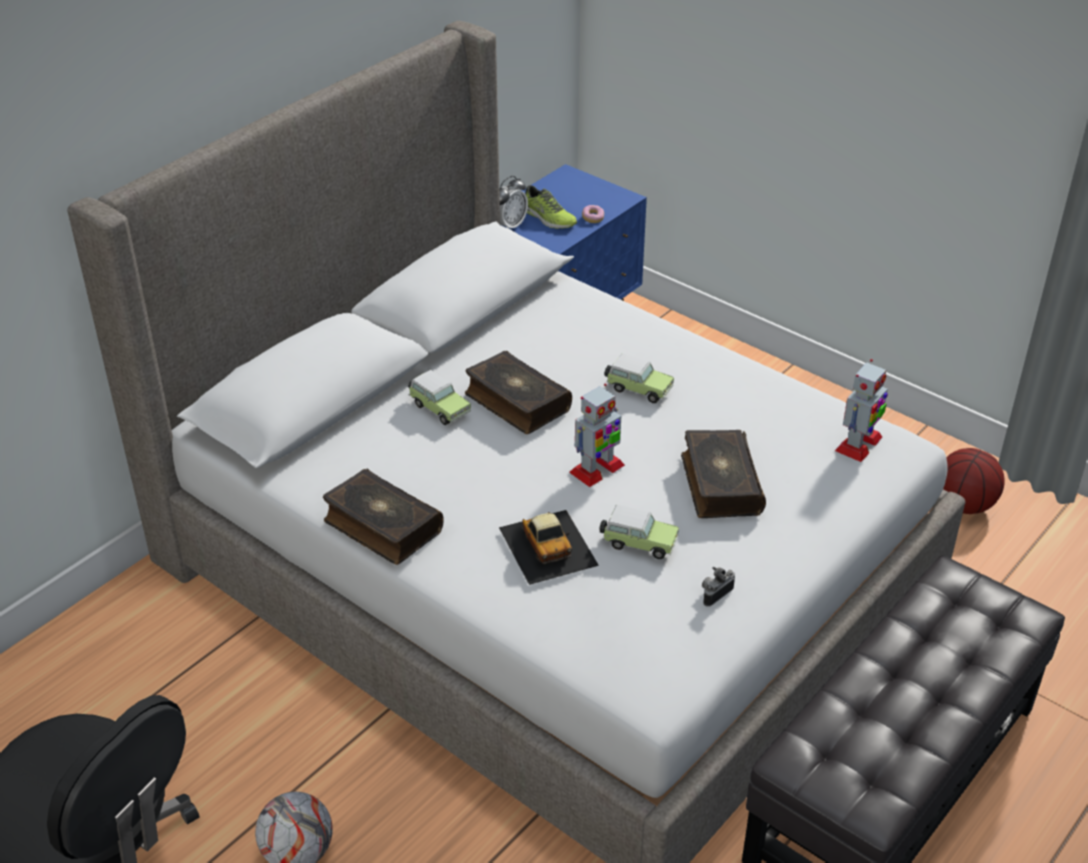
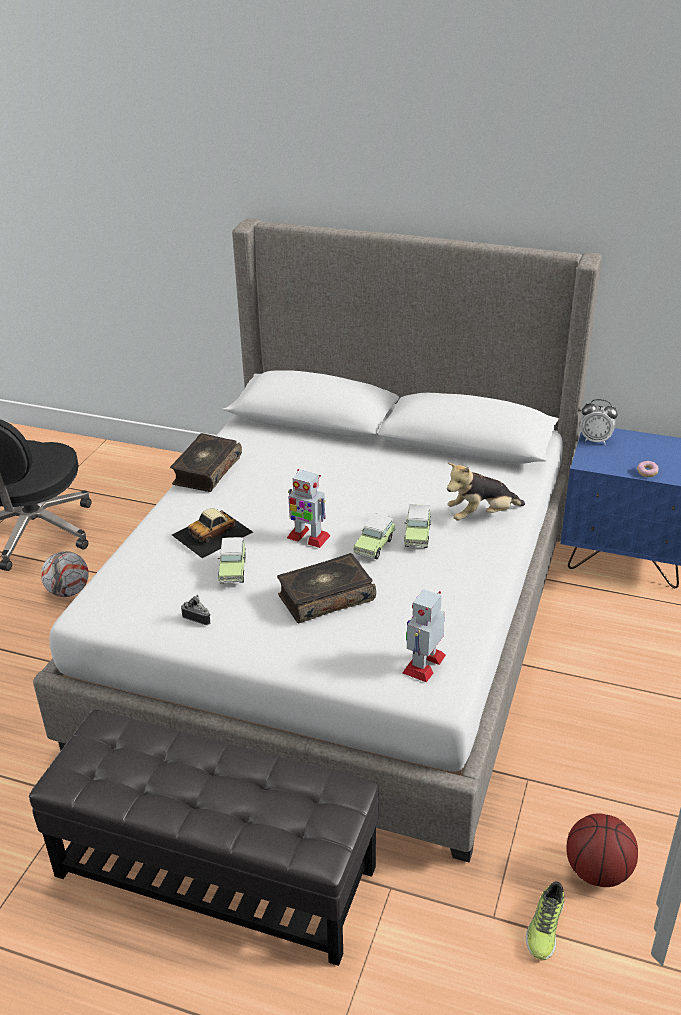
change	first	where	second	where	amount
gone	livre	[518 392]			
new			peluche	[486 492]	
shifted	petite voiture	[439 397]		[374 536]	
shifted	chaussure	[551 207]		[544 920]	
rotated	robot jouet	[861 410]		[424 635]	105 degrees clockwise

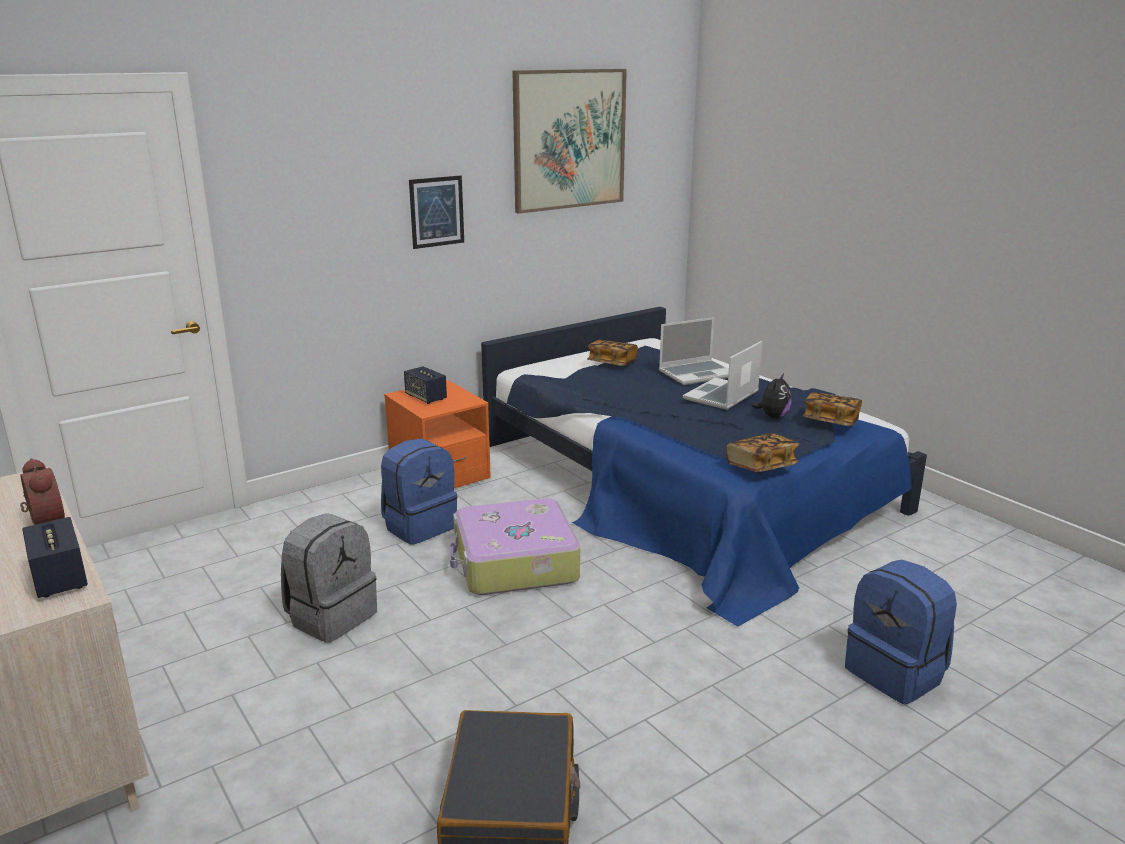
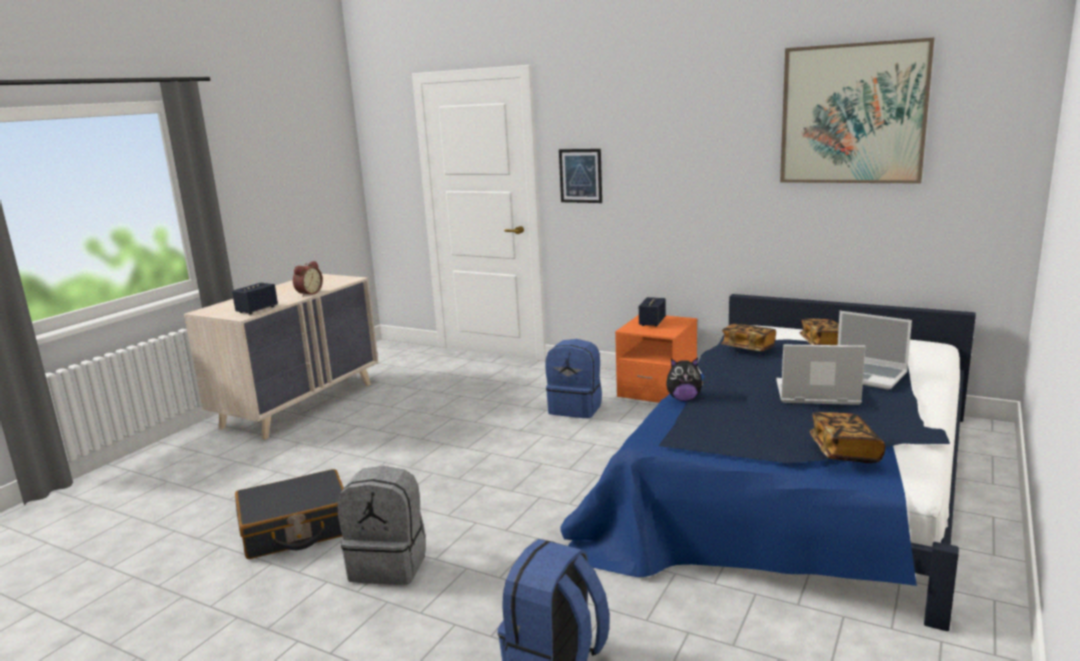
change	first	where	second	where	amount
gone	valise	[515 546]			
shifted	sac à dos (gris)	[329 578]		[381 525]	
shifted	tableau	[436 212]		[580 176]	
shifted	livre	[762 452]		[748 338]	
shifted	peluche	[771 396]		[685 379]	

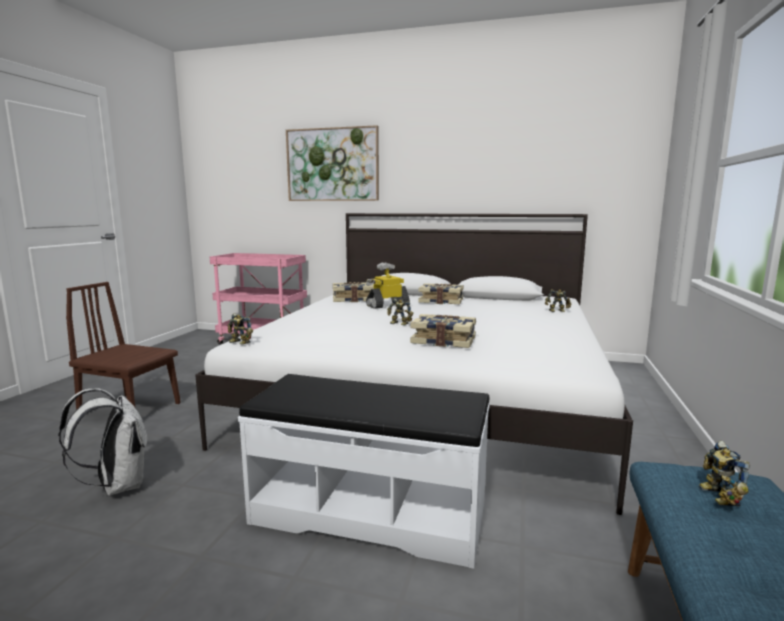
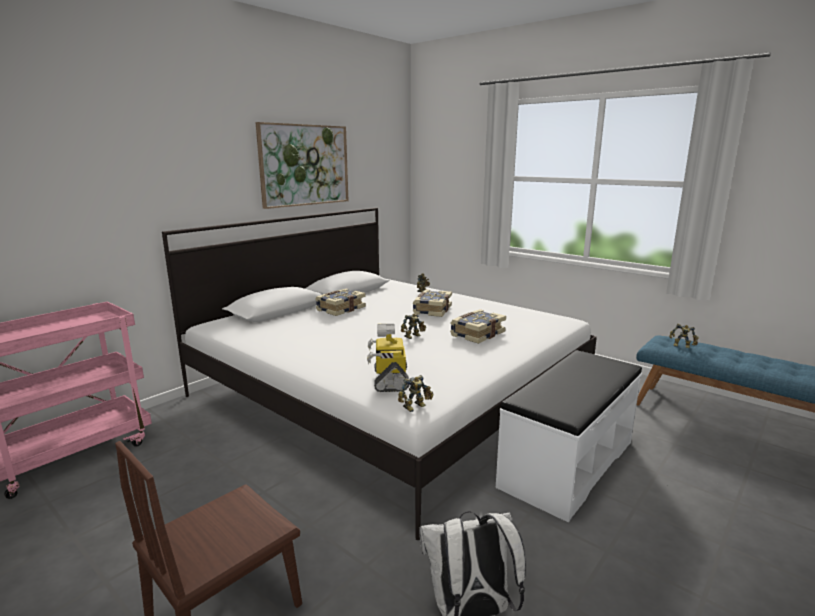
change	first	where	second	where	amount
shifted	tableau	[332 163]		[301 165]	
shifted	livre	[353 292]		[432 303]	
shifted	robot jouet	[388 285]		[388 357]	

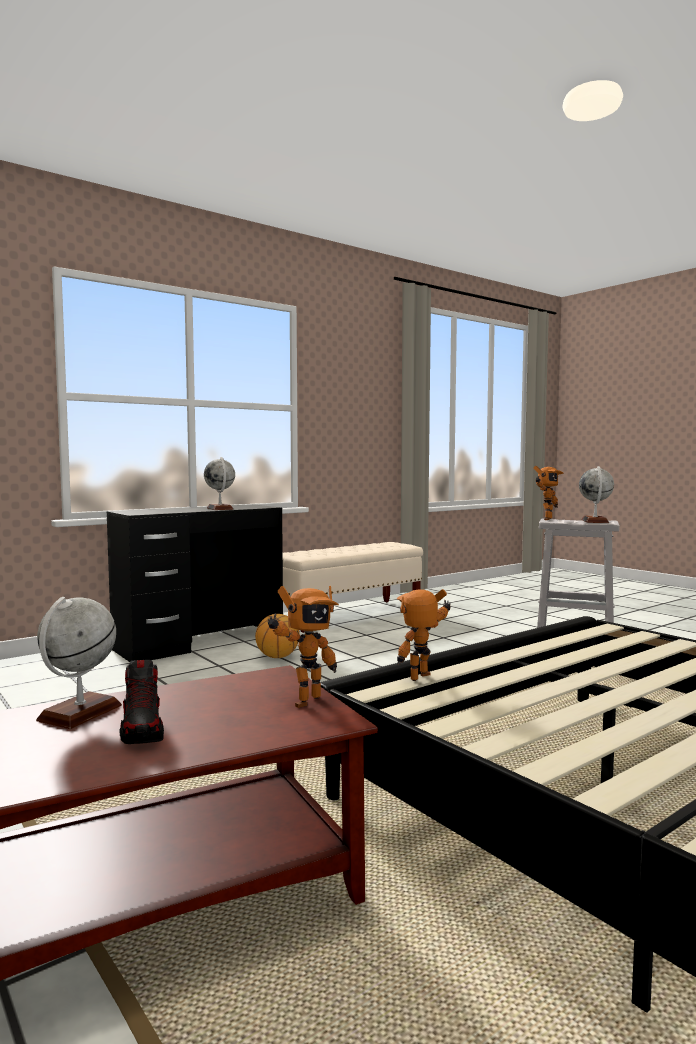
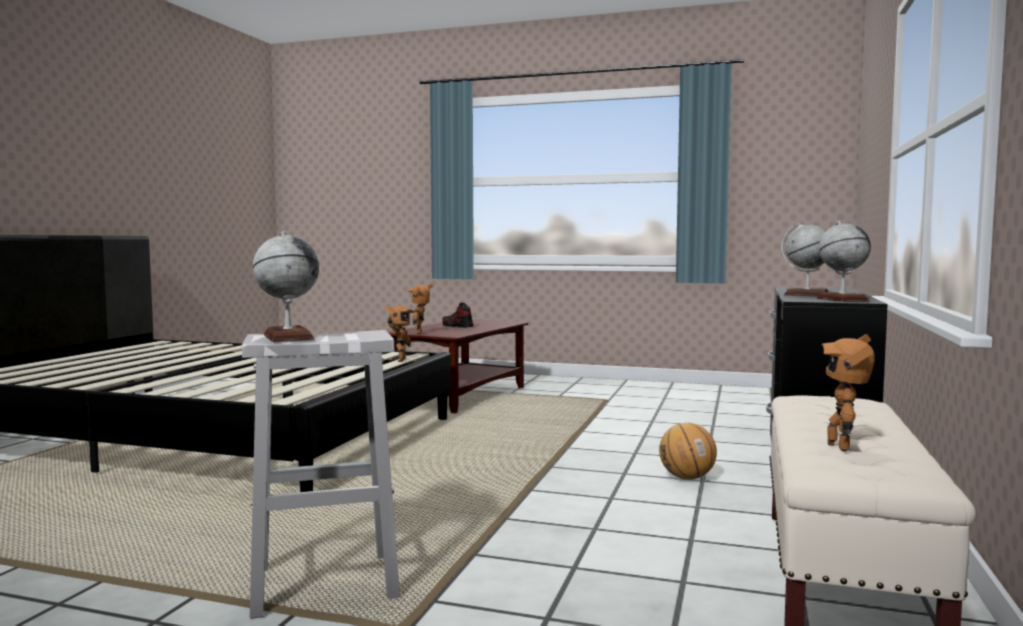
change	first	where	second	where	amount
shifted	globe	[79 663]		[844 261]	
shifted	robot jouet	[548 493]		[847 393]	

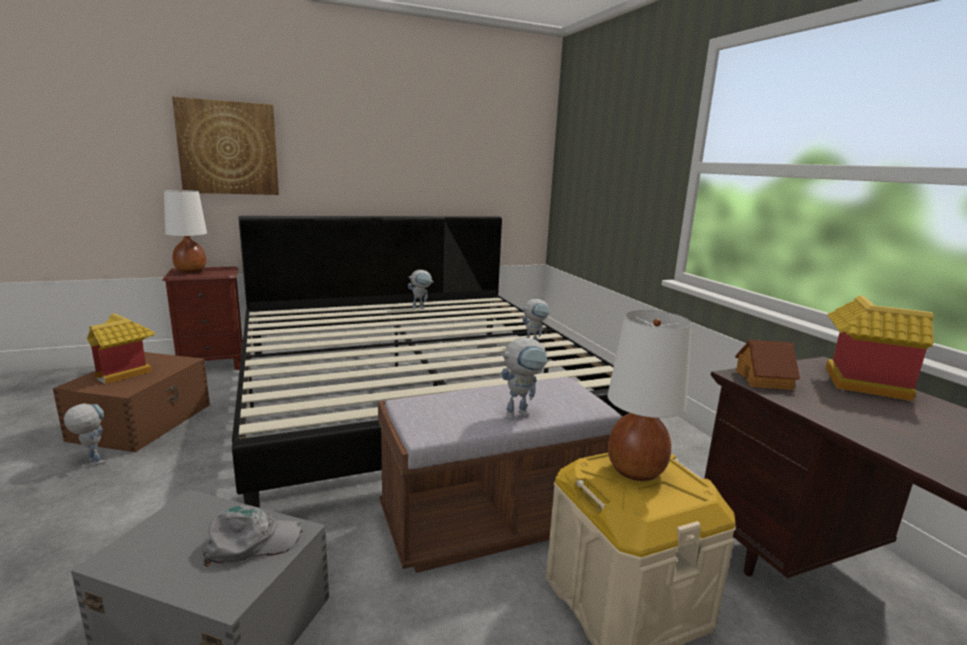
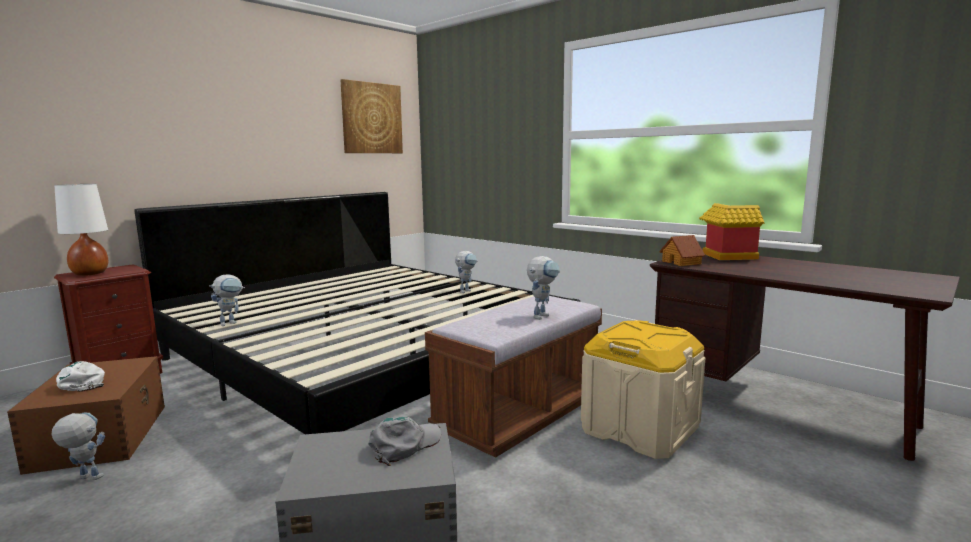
change	first	where	second	where	amount
gone	lampe de table (blanc)	[650 395]			
shifted	tableau	[225 145]		[371 116]	
shifted	robot jouet	[421 290]		[227 300]	
swapped	maison miniature	[121 349]	casquette (blanc)	[80 376]	

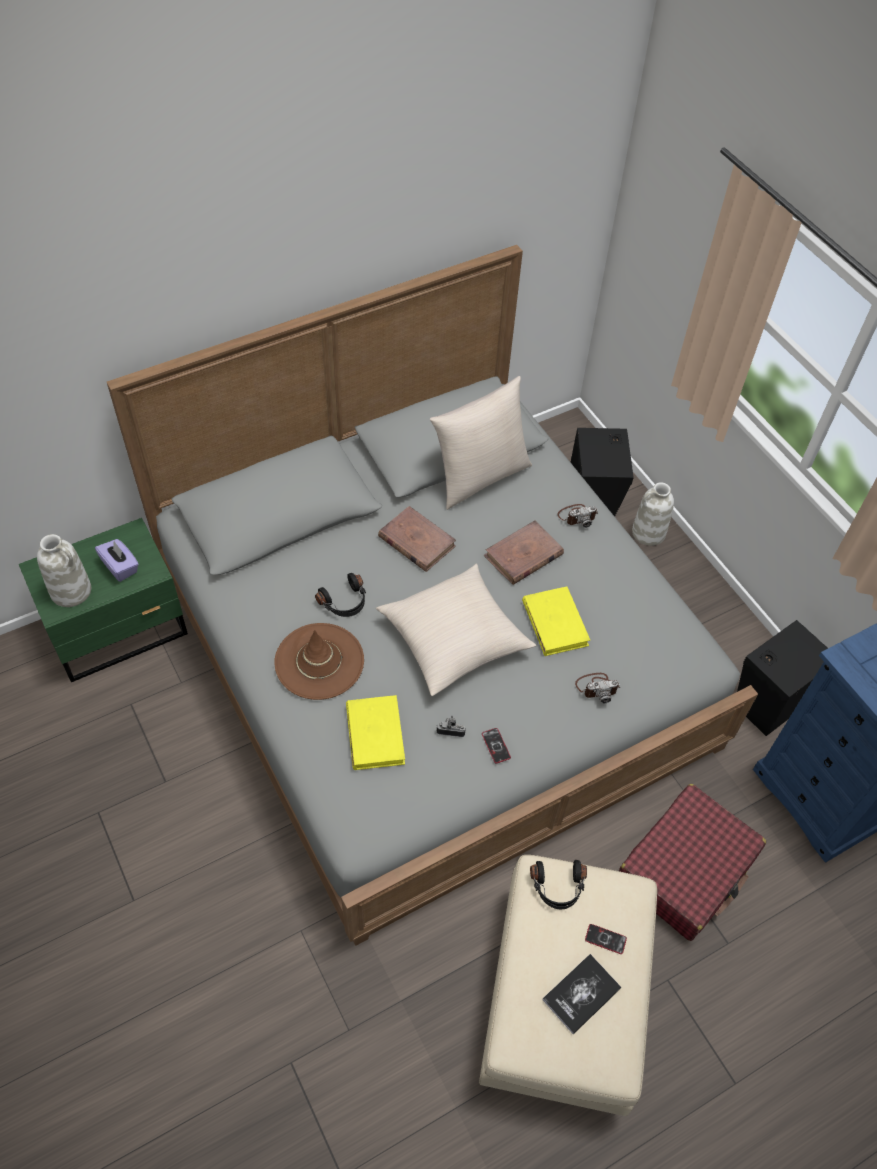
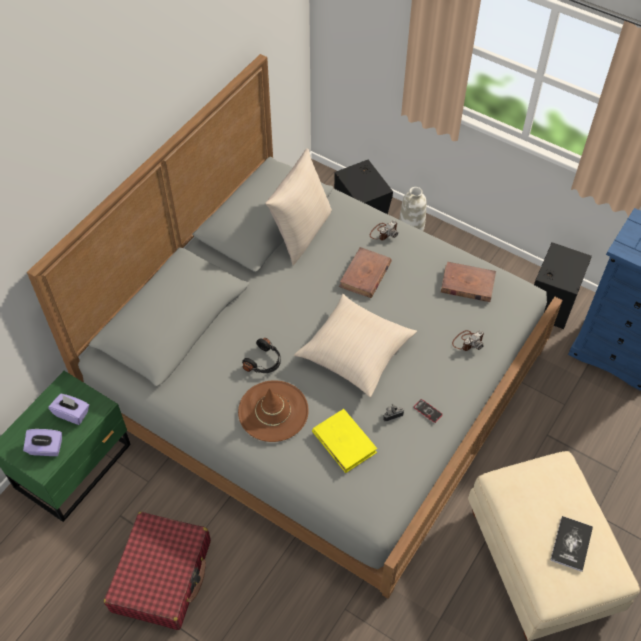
change	first	where	second	where	amount
gone	livre (jaune)	[556 621]			
gone	casque audio (noir)	[558 885]			
gone	téléphone	[606 939]			
shifted	livre (marron)	[417 539]		[468 282]	
shifted	valise (rouge)	[692 862]		[157 571]	
swapped	vase (blanc)	[64 570]	boîte à mouchoirs (violet)	[42 442]	

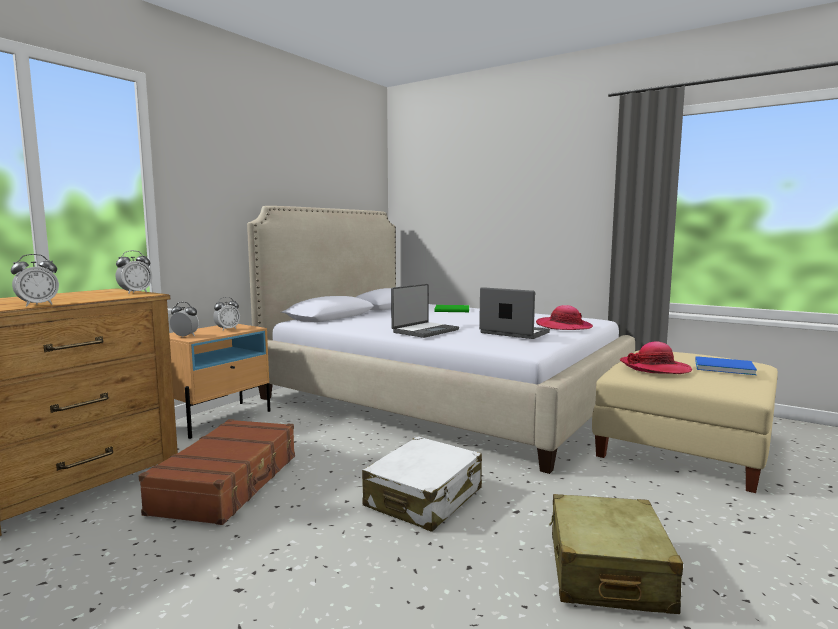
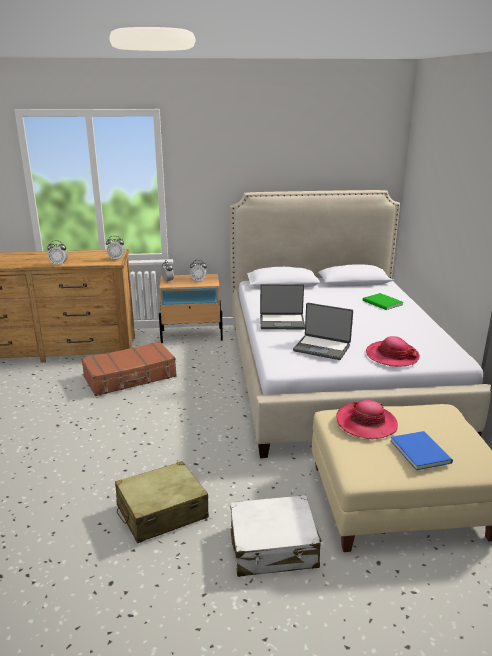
change	first	where	second	where	amount
shifted	valise (blanc)	[422 484]		[276 536]	
rotated	ordinateur portable	[514 313]		[323 331]	120 degrees clockwise

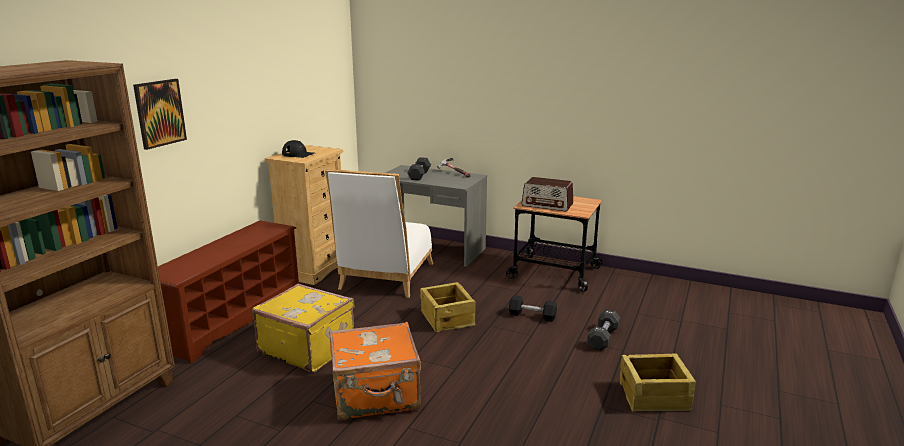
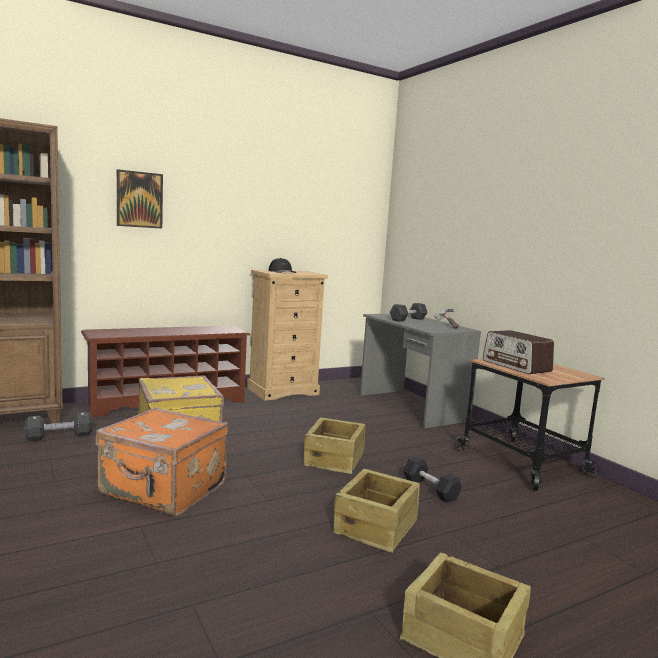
change	first	where	second	where	amount
gone	chaise (blanc)	[379 233]			
new			caisse	[376 511]	
shifted	haltère (noir)	[603 330]		[58 426]	

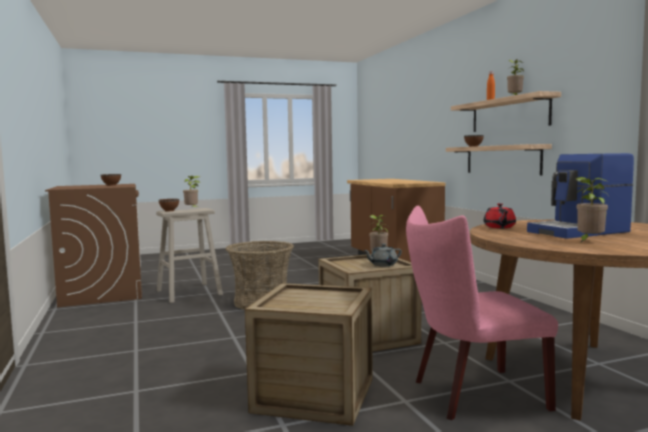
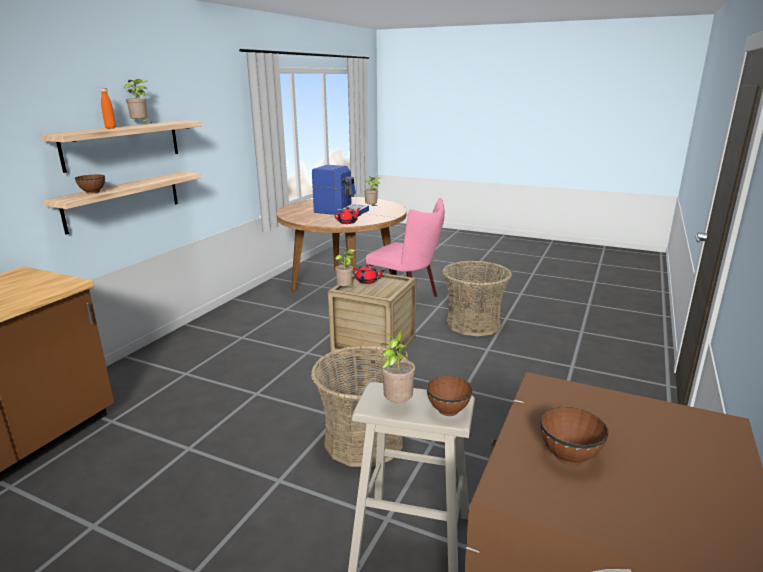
change	first	where	second	where	amount
swapped	caisse	[309 354]	panier	[477 298]	
repainted	théière (gris)	[382 255]	théière (rouge)	[369 274]	

